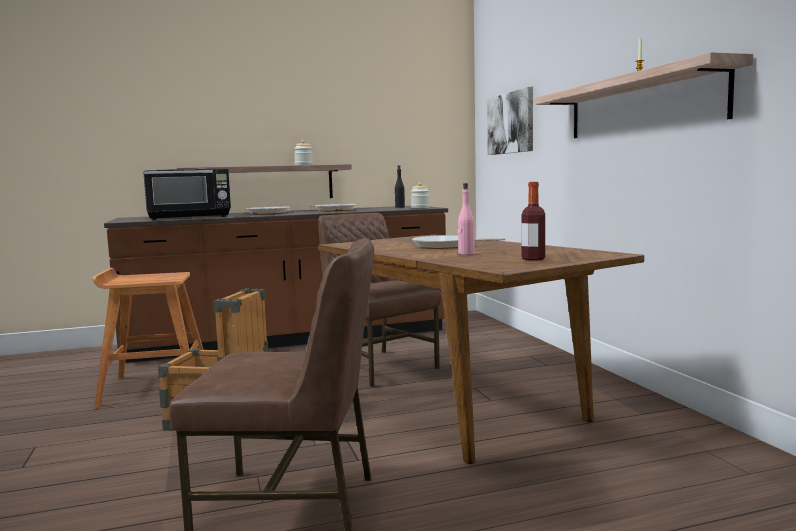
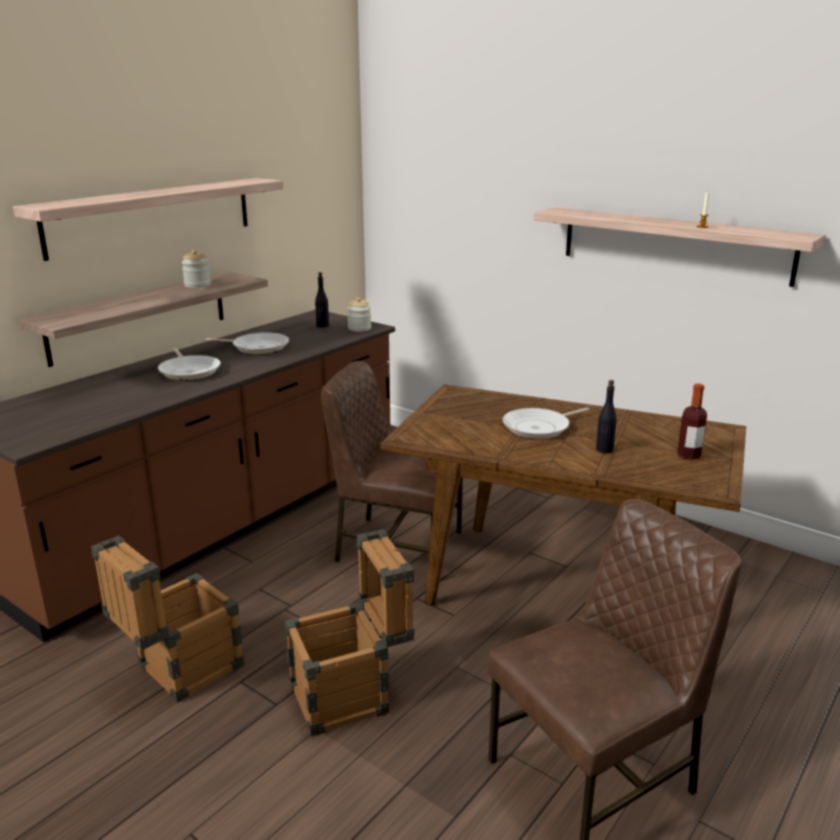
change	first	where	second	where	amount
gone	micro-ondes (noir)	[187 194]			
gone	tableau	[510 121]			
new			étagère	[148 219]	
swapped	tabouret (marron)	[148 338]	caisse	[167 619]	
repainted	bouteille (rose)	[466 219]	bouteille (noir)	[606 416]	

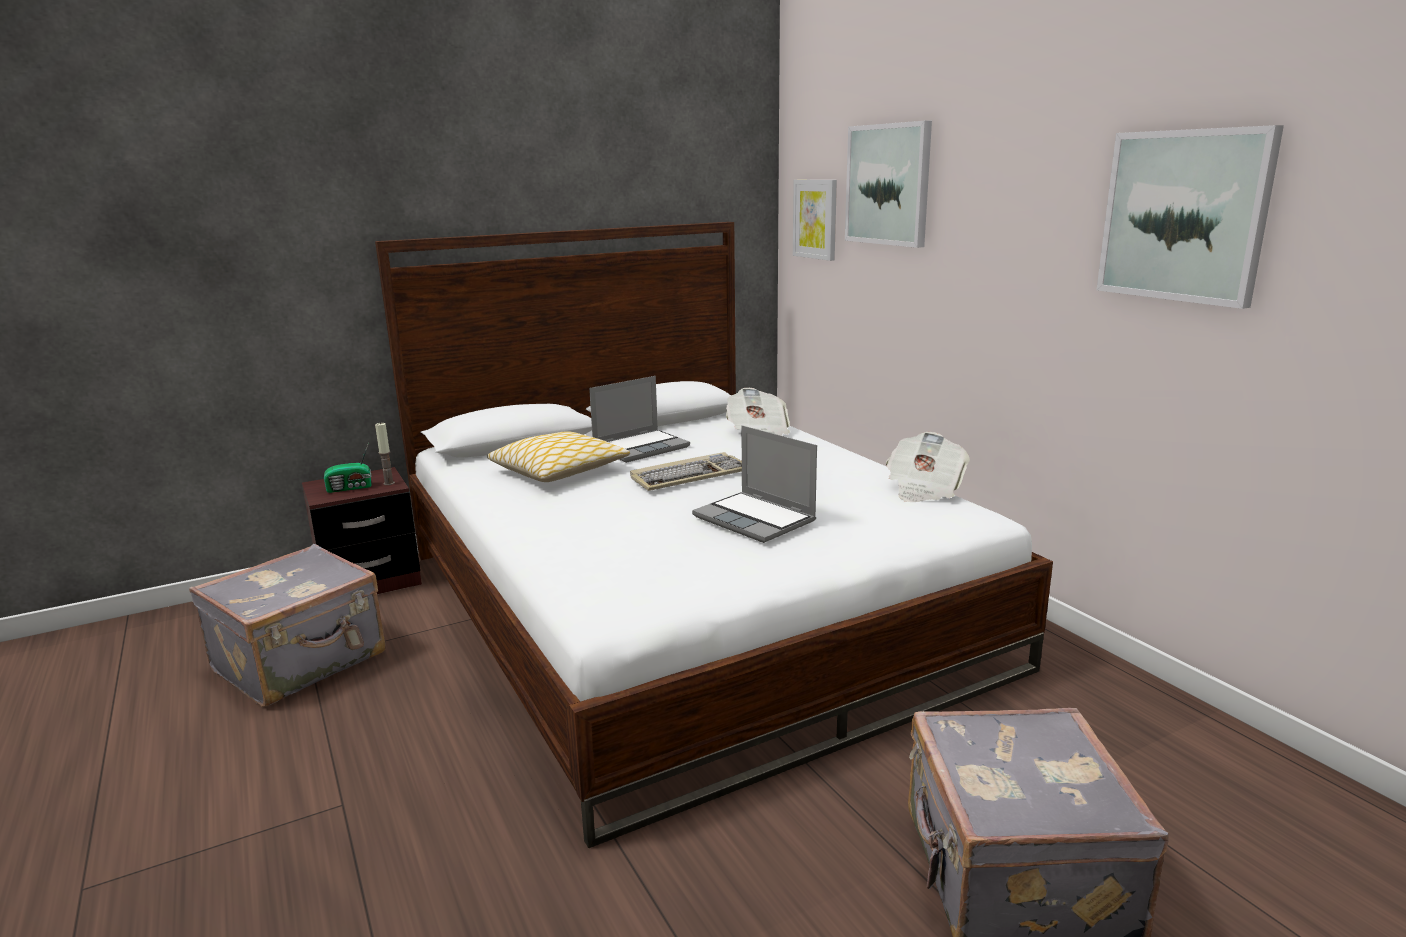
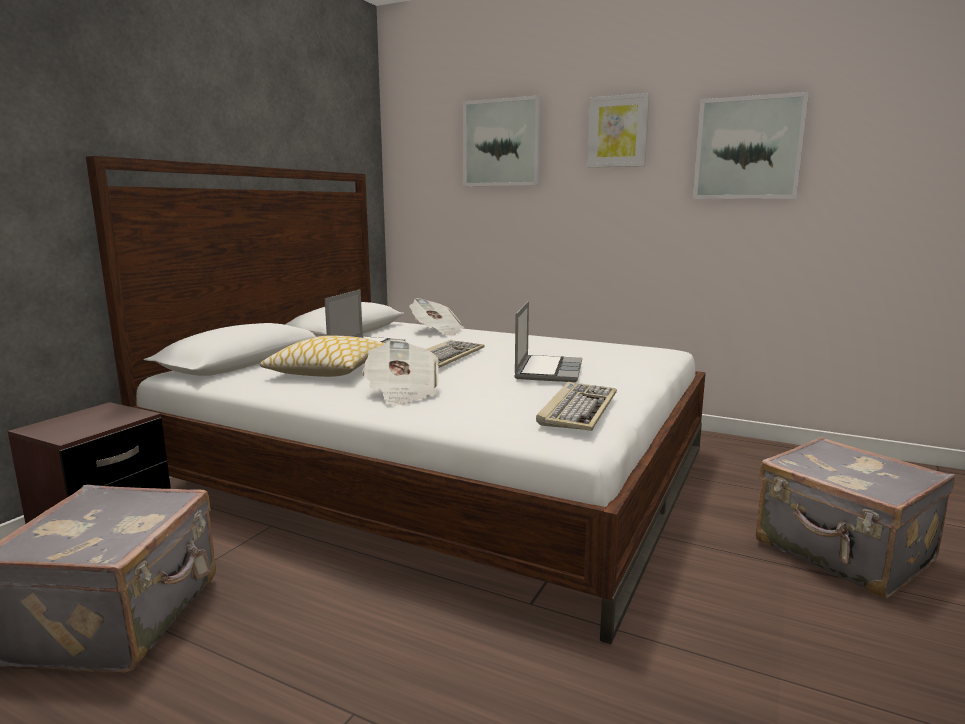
change	first	where	second	where	amount
gone	radio	[348 467]			
gone	bougie	[385 454]			
new			clavier	[576 406]	
shifted	tableau	[815 220]		[618 130]	
shifted	journal	[928 467]		[400 373]	
rotated	ordinateur portable	[754 484]		[548 341]	90 degrees counterclockwise

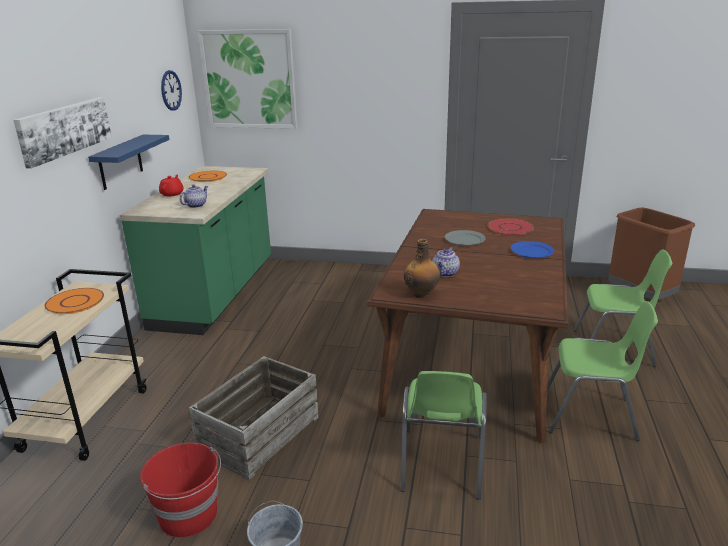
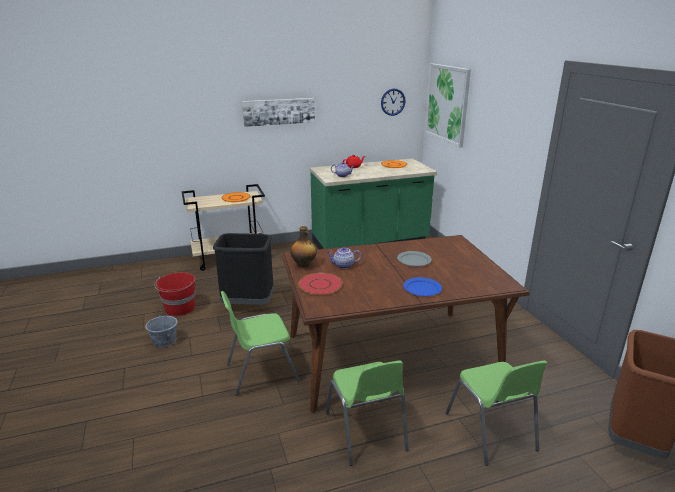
change	first	where	second	where	amount
gone	étagère (bleu)	[128 162]			
shifted	assiette (rouge)	[510 227]		[320 284]	
swapped	caisse	[253 418]	poubelle (noir)	[243 269]	

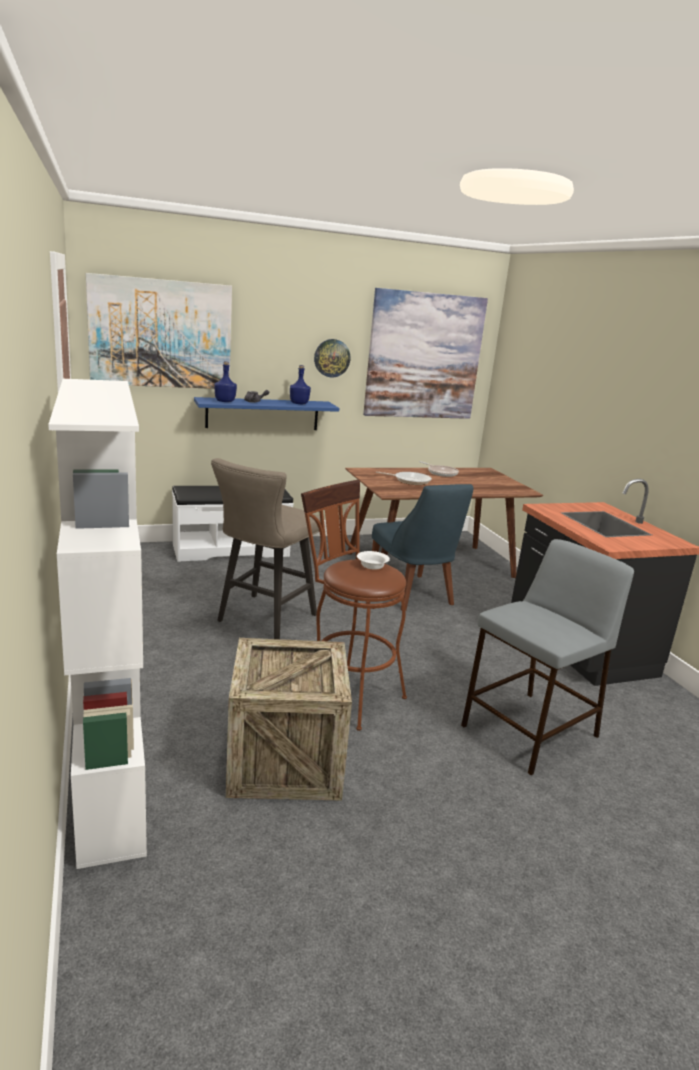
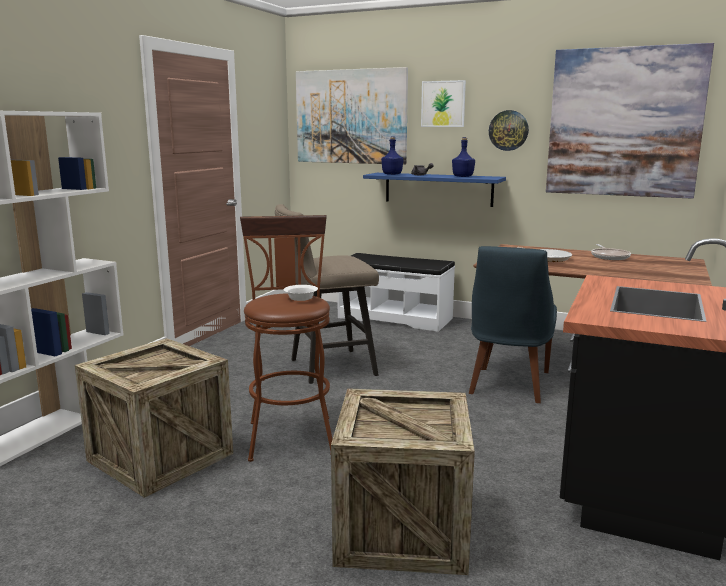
change	first	where	second	where	amount
new			tableau	[443 103]	
swapped	tabouret (gris)	[547 657]	caisse	[403 481]	

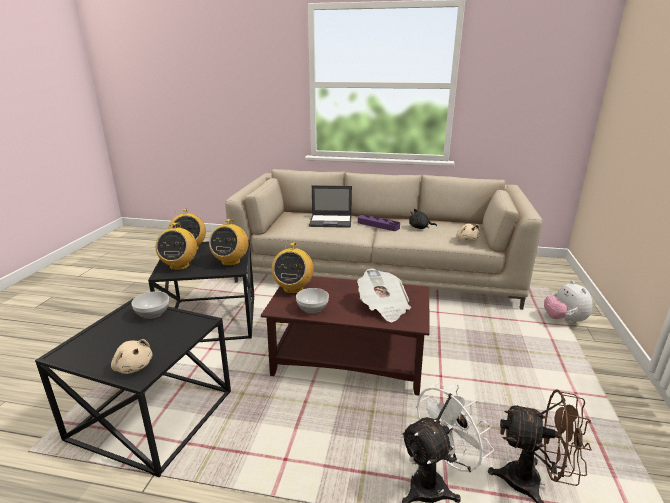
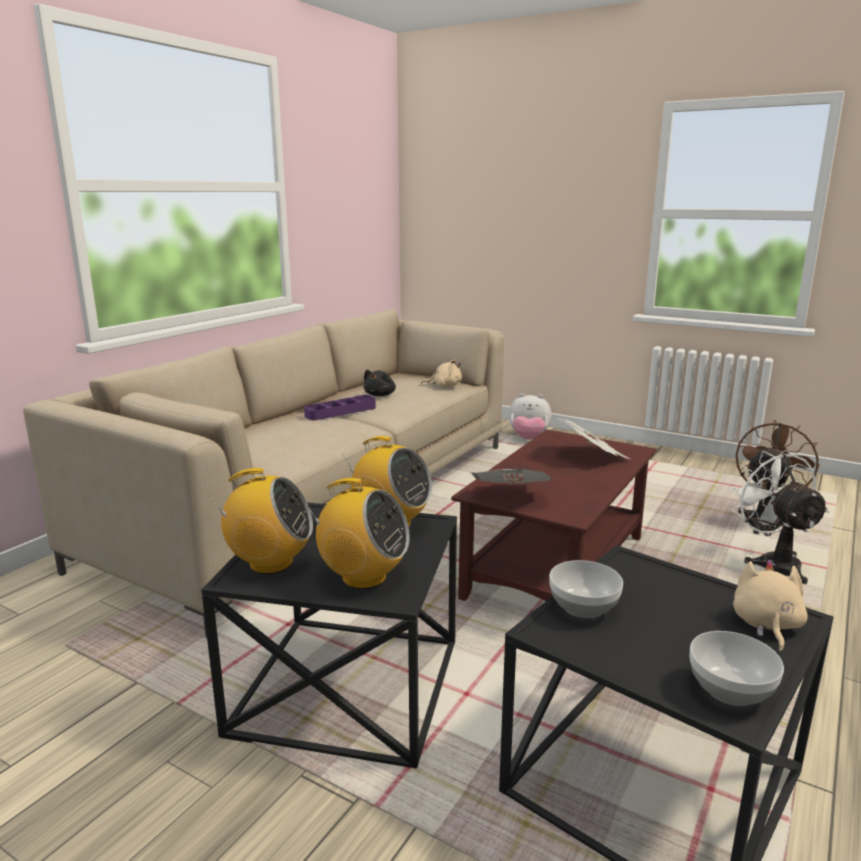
change	first	where	second	where	amount
gone	ordinateur portable	[330 206]			
shifted	bol	[312 301]		[737 668]	
swapped	radio	[292 268]	journal	[512 477]	
rotated	peluche (beige)	[132 356]		[770 606]	45 degrees counterclockwise

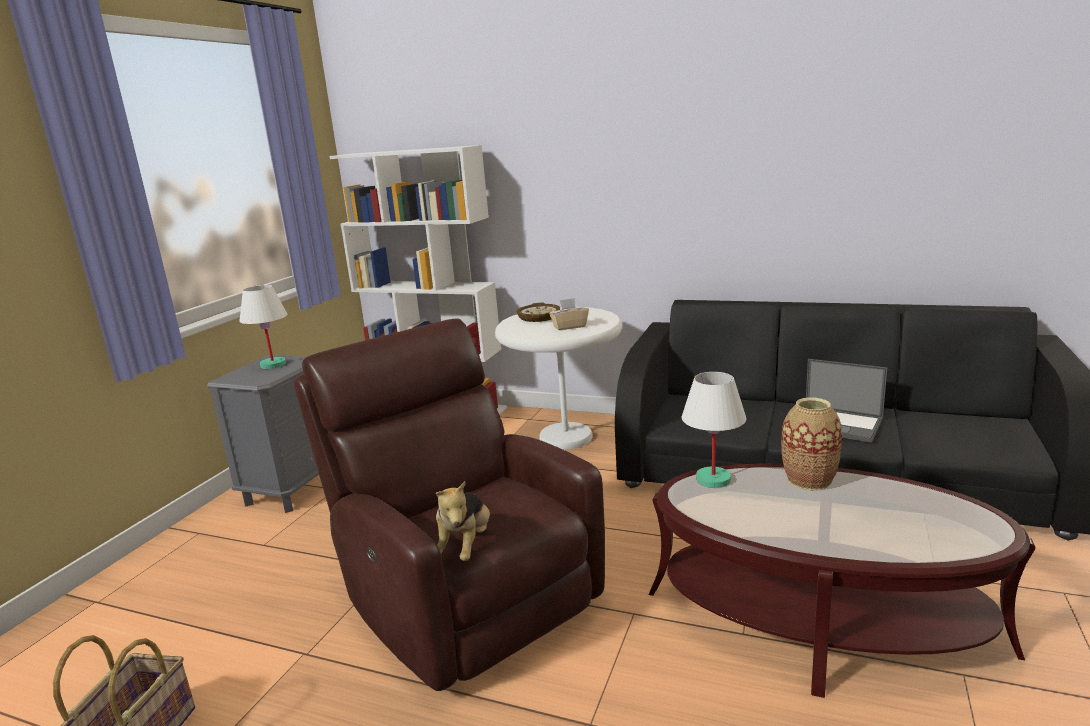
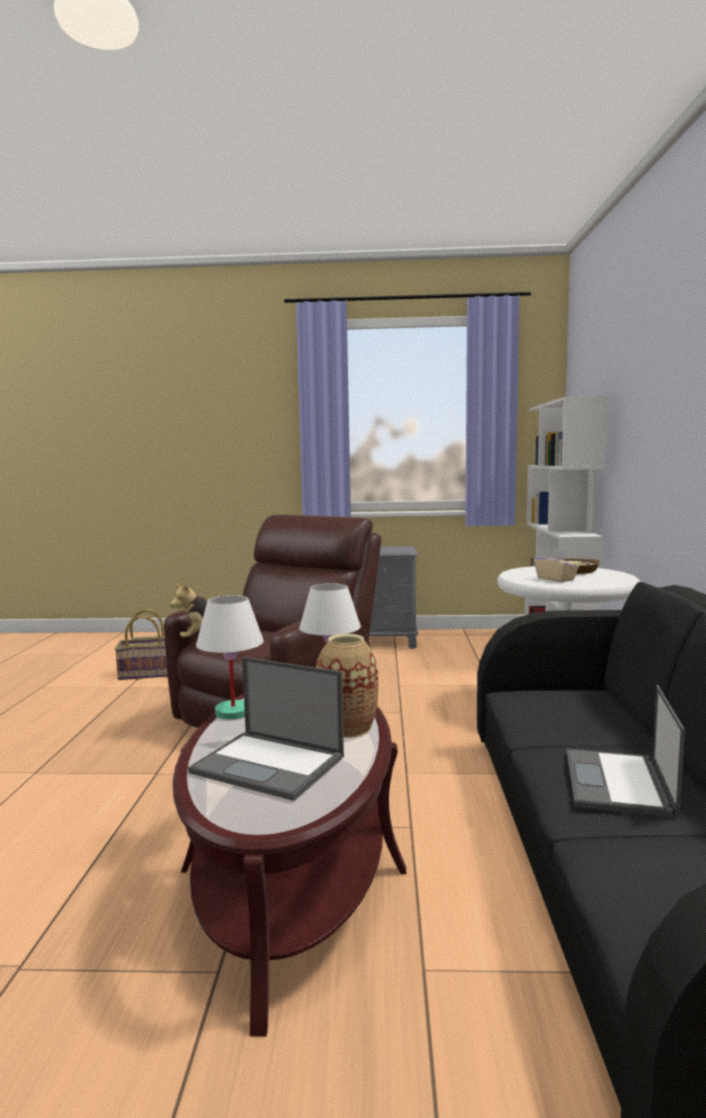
change	first	where	second	where	amount
new			ordinateur portable	[266 729]	
shifted	lampe de table (blanc)	[263 327]		[230 657]	

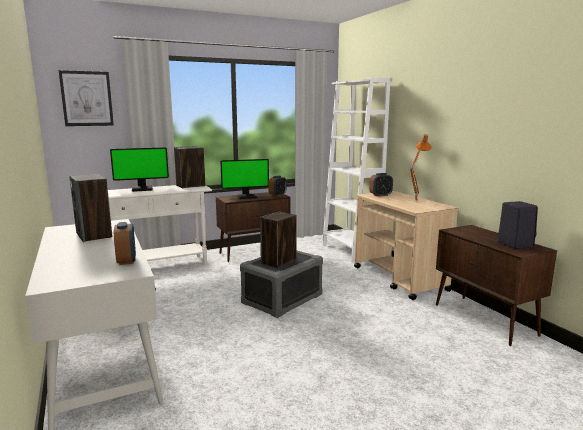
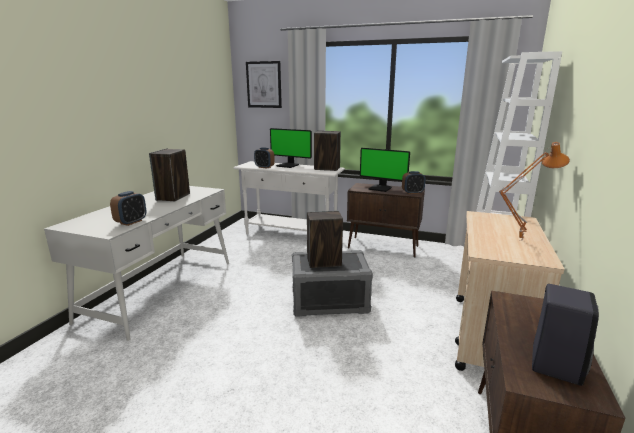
change	first	where	second	where	amount
shifted	réveil	[381 185]		[264 158]	

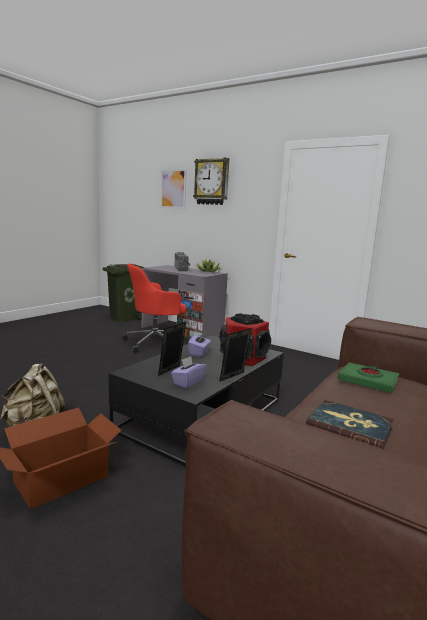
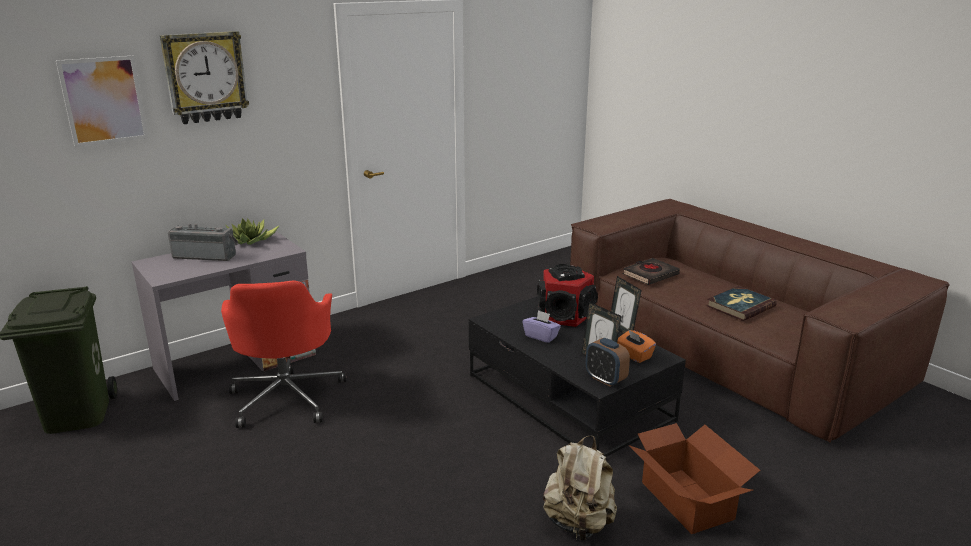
change	first	where	second	where	amount
new			réveil	[608 362]	
repainted	boîte à mouchoirs (violet)	[188 372]	boîte à mouchoirs (orange)	[636 346]	
repainted	livre (vert)	[368 377]	livre (noir)	[651 271]	

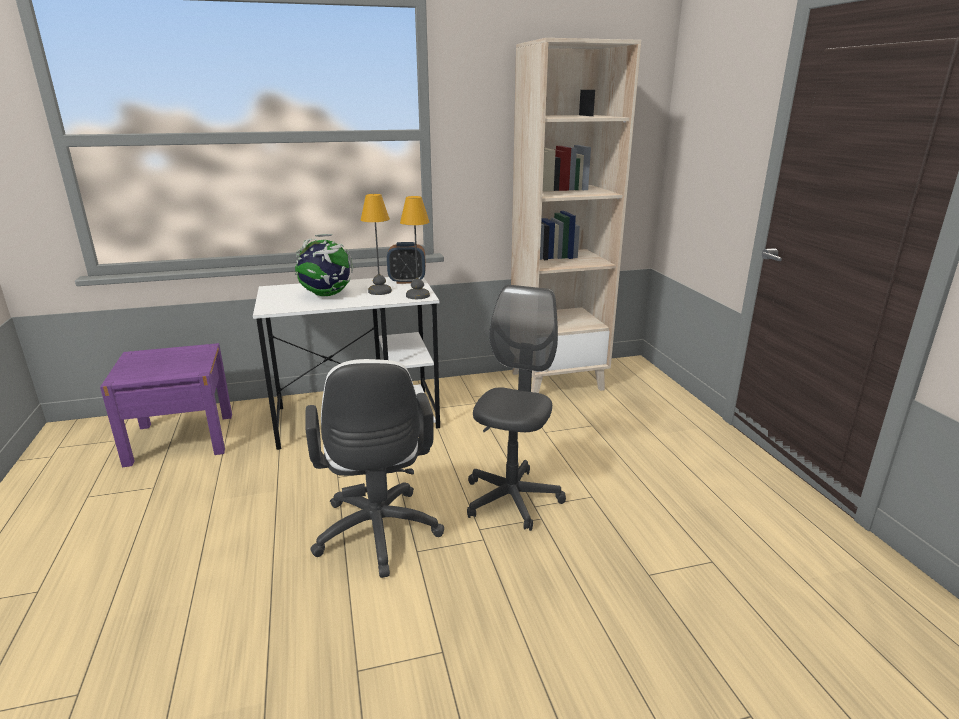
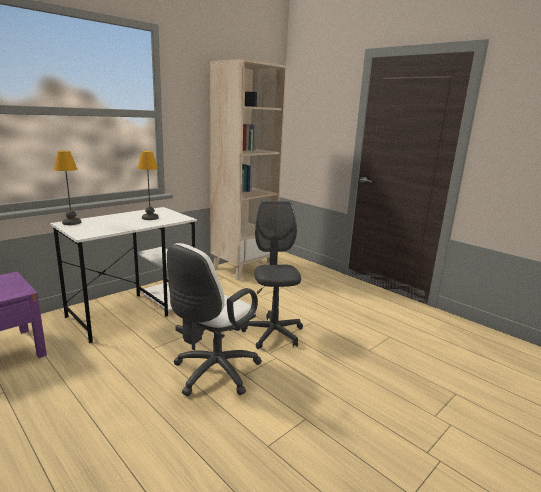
change	first	where	second	where	amount
gone	globe	[324 265]			
gone	réveil	[406 263]			
shifted	lampe de table	[415 247]		[67 188]	
rotated	chaise de bureau (blanc)	[374 468]		[214 319]	75 degrees clockwise

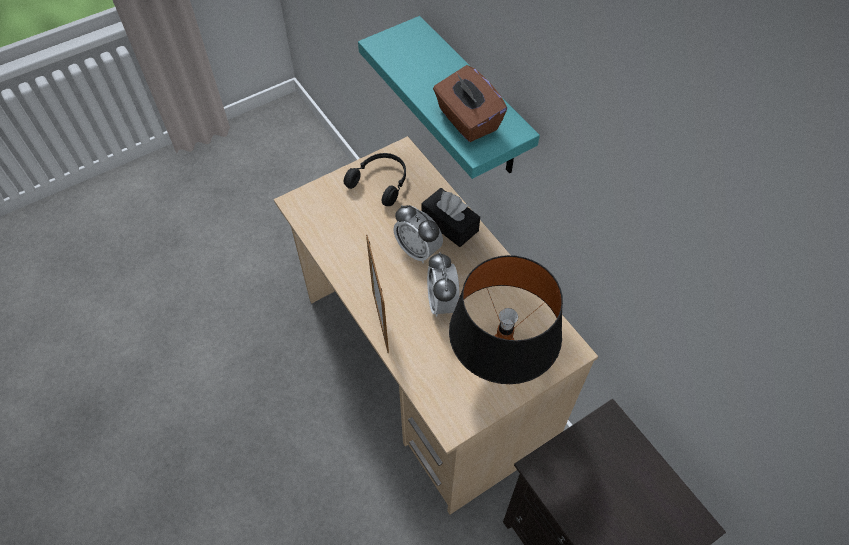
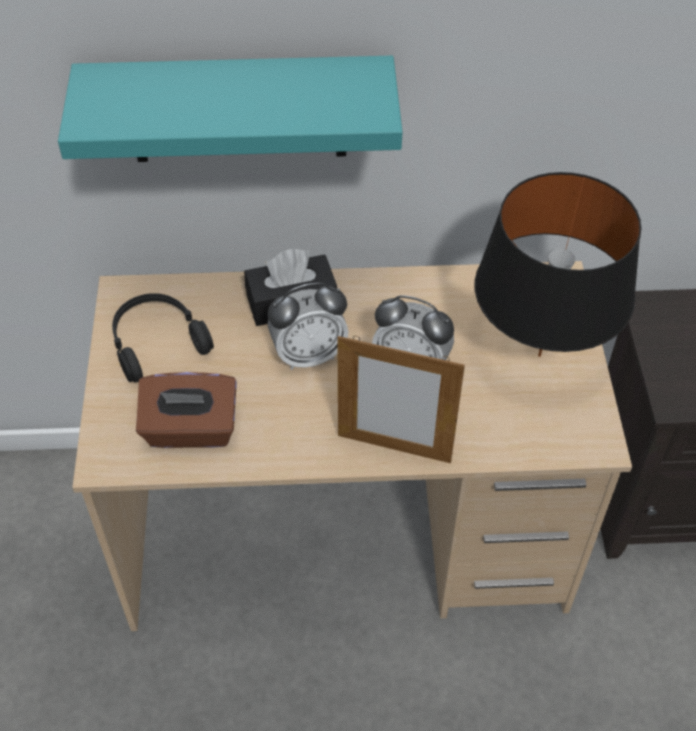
change	first	where	second	where	amount
shifted	boîte à mouchoirs (marron)	[470 103]		[186 410]	

